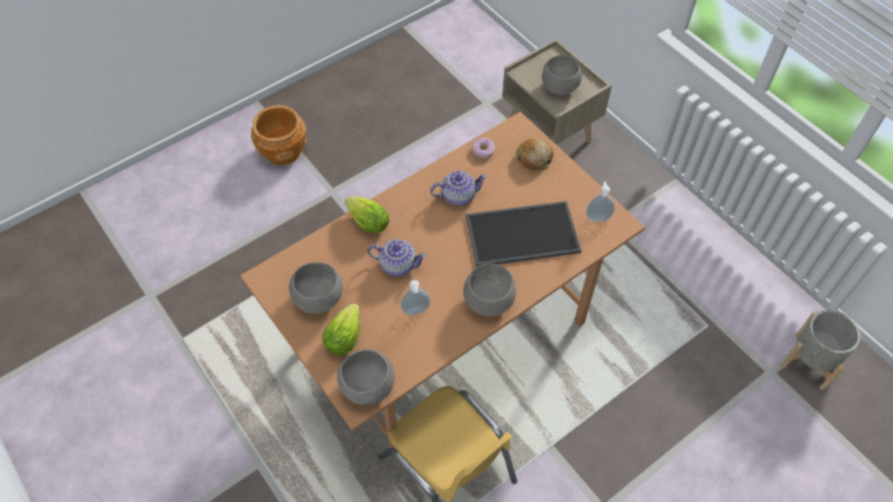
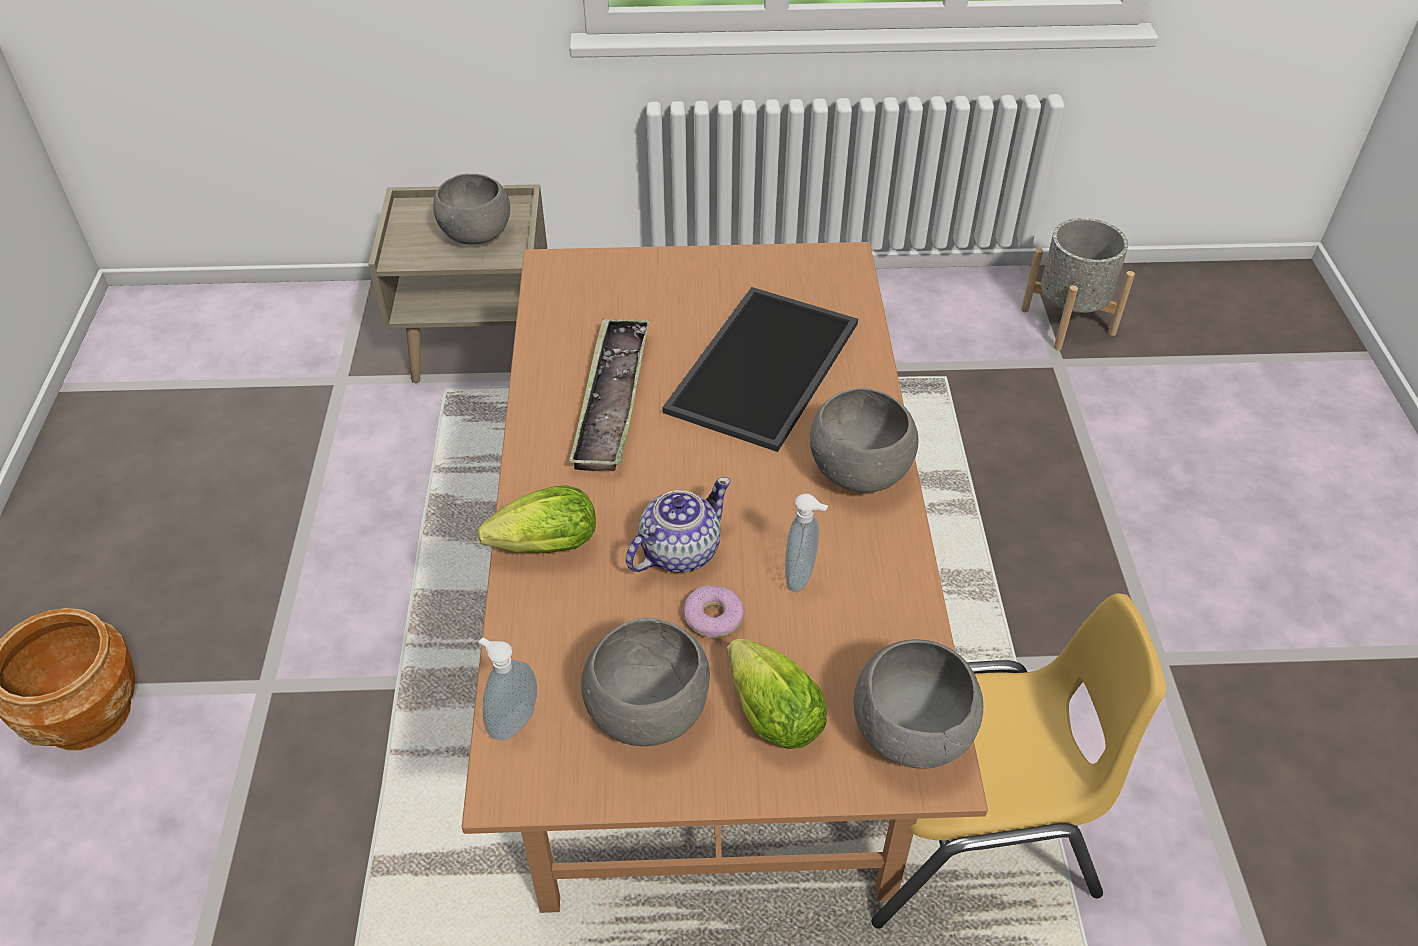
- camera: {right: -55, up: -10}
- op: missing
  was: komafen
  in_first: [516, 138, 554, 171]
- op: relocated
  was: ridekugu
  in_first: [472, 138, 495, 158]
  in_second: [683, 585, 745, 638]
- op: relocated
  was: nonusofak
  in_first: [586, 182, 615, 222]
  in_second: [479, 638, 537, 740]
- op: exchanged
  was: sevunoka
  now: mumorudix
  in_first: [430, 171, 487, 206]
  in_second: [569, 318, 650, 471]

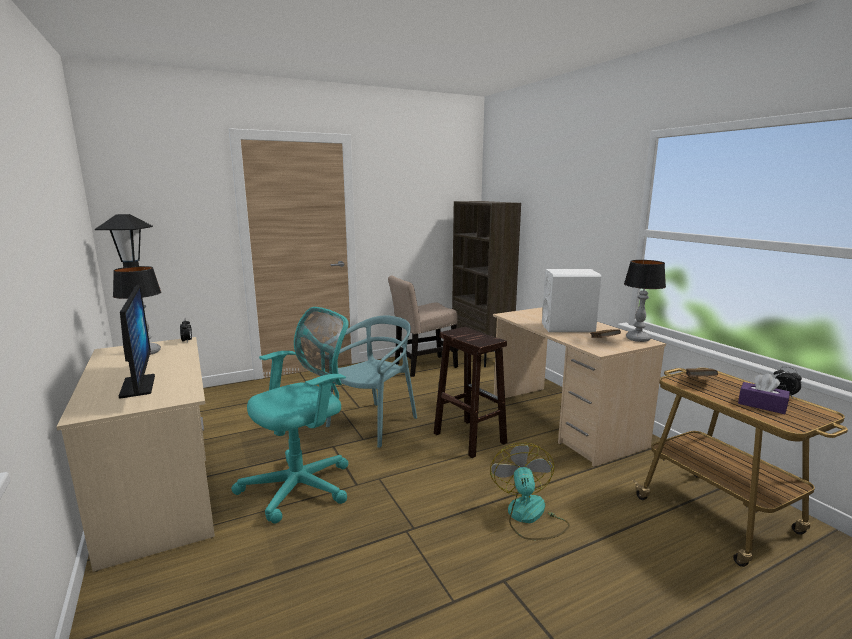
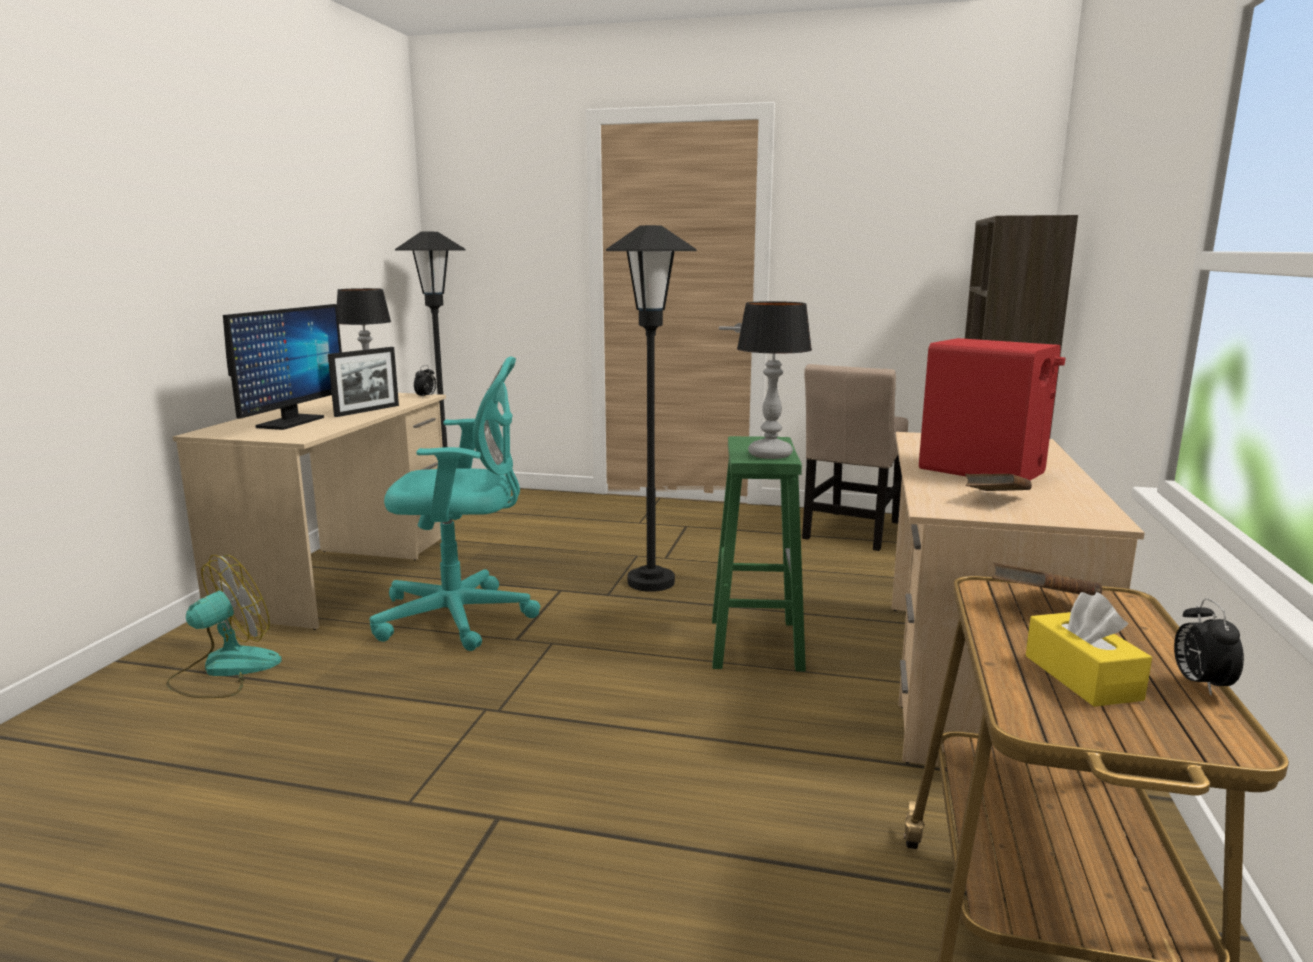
- camera: {right: 40, up: 0}
- op: appeared
  now: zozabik
  in_second: [328, 347, 399, 417]
- op: relocated
  was: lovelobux
  in_first: [490, 443, 570, 540]
  in_second: [166, 555, 282, 698]
- op: relocated
  was: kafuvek
  in_first: [624, 260, 666, 342]
  in_second: [737, 301, 812, 459]
- op: exchanged
  was: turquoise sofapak
  now: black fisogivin
  in_first: [320, 315, 417, 448]
  in_second: [606, 225, 696, 592]
- op: colour
  was: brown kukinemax
  now: green kukinemax
  in_first: [434, 327, 507, 458]
  in_second: [712, 436, 806, 671]
- op: colour
  was: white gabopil
  now: red gabopil
  in_first: [542, 269, 601, 332]
  in_second: [919, 338, 1066, 480]
- op: colour
  was: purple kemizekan
  now: yellow kemizekan
  in_first: [738, 374, 790, 414]
  in_second: [1026, 592, 1152, 707]
- op: spun
  was: beige sofapak
  in_first: [388, 275, 458, 377]
  in_second: [802, 364, 908, 551]
  clockwise: -75

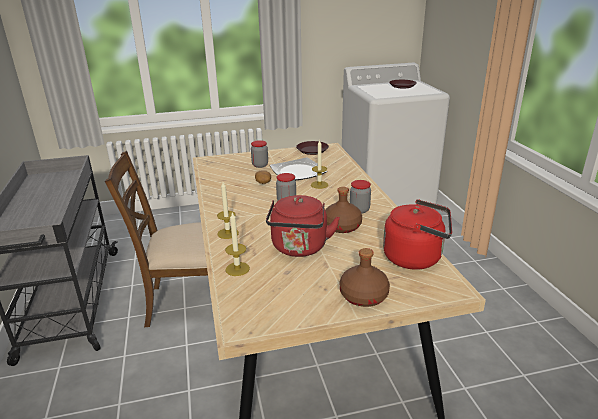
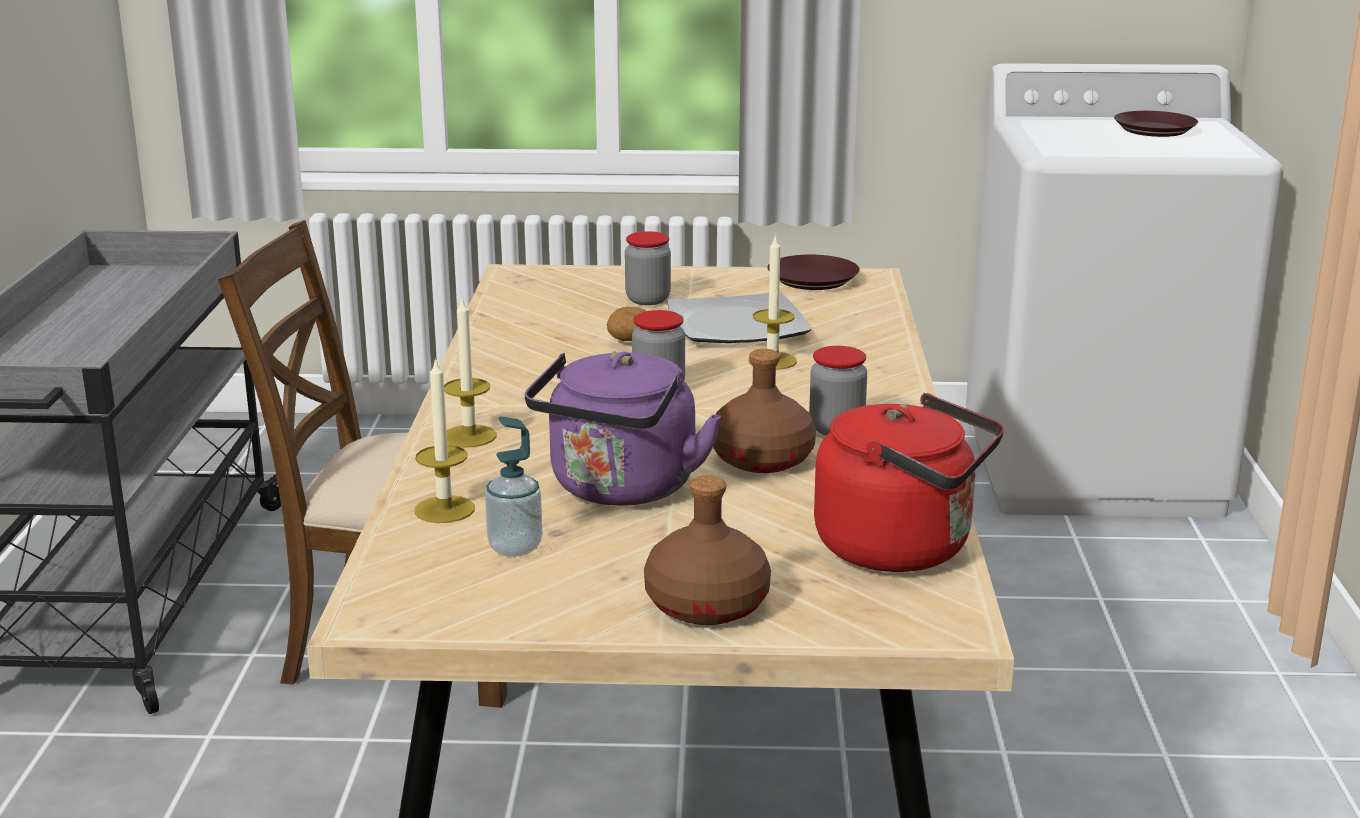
- camera: {right: 15, up: -5}
- op: appeared
  now: nonusofak
  in_second: [485, 416, 542, 557]
- op: colour
  was: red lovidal
  now: purple lovidal
  in_first: [266, 195, 340, 257]
  in_second: [525, 351, 722, 506]

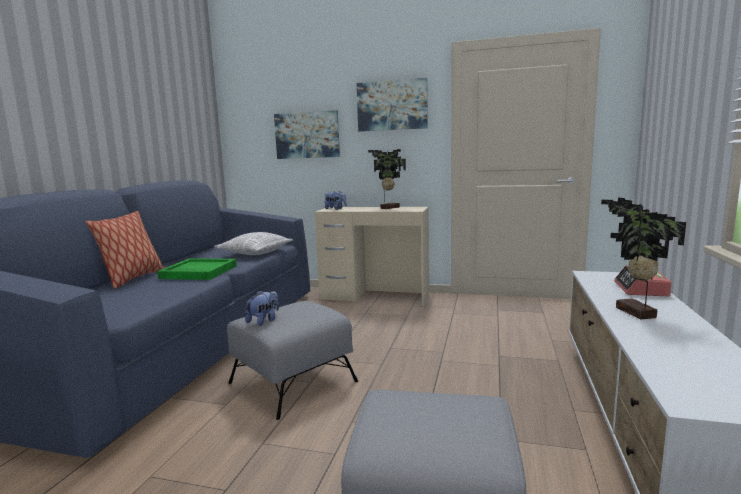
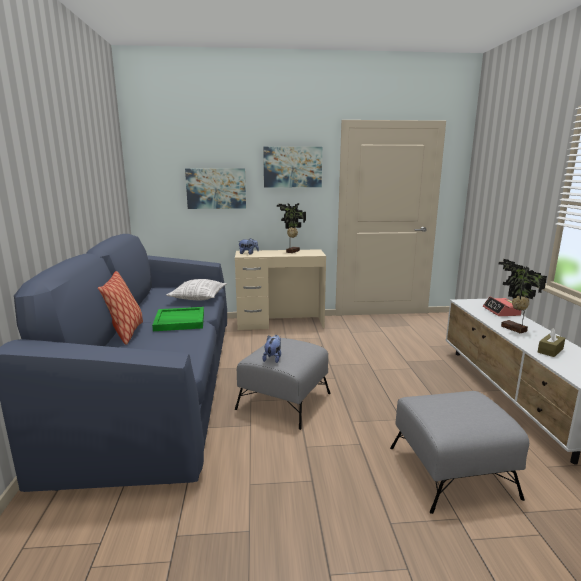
- camera: {right: -20, up: 5}
- op: appeared
  now: brown kemizekan
  in_second: [538, 328, 565, 357]

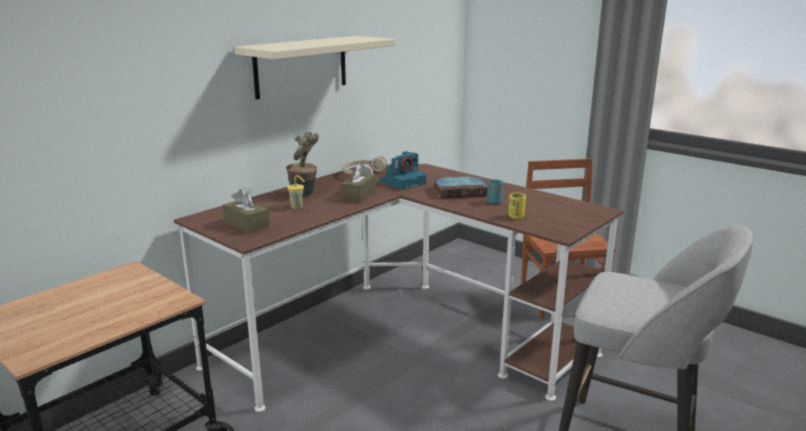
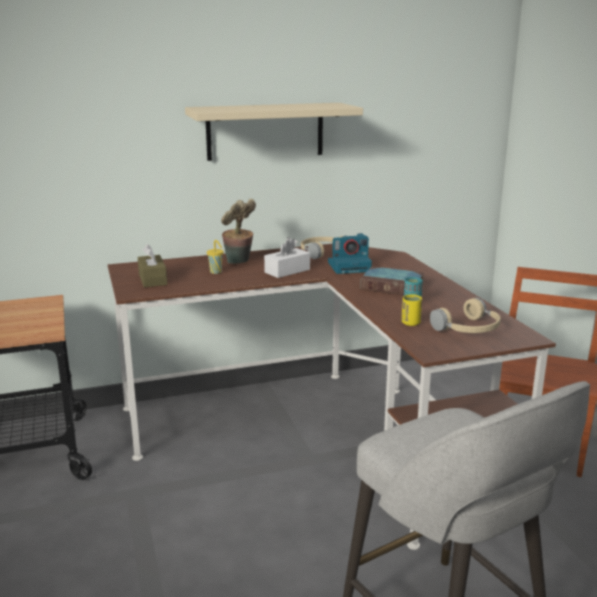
- camera: {right: 30, up: 0}
- op: appeared
  now: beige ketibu
  in_second: [430, 298, 501, 333]
- op: colour
  was: brown kemizekan
  now: white kemizekan
  in_first: [341, 163, 376, 202]
  in_second: [264, 237, 310, 278]

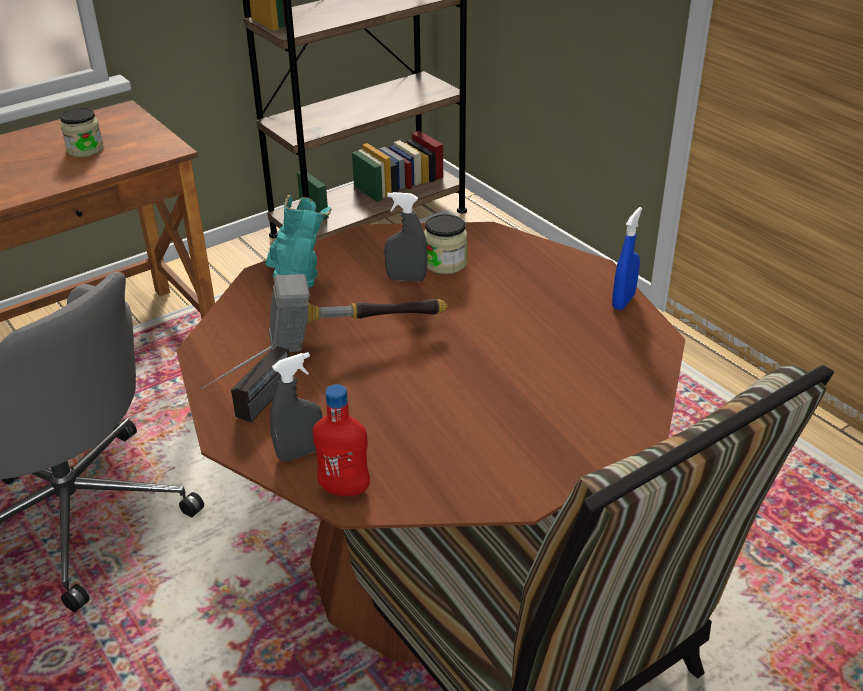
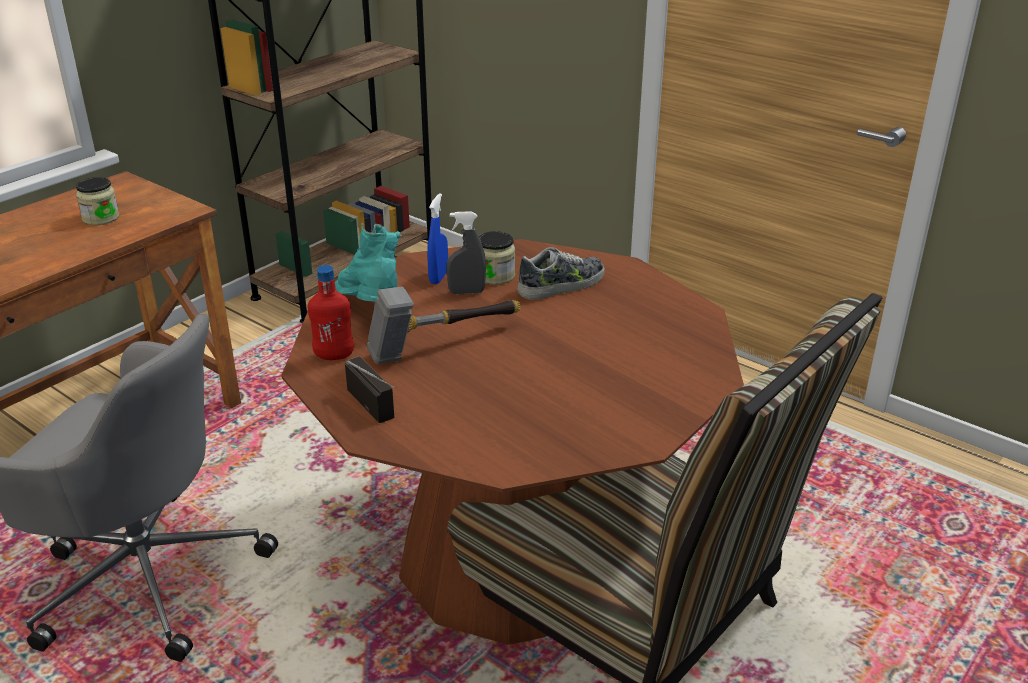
- camera: {right: -15, up: -5}
- op: missing
  was: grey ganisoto
  in_first: [270, 352, 323, 462]
- op: appeared
  now: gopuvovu
  in_second: [517, 247, 604, 300]
- op: relocated
  was: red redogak
  in_first: [313, 384, 370, 496]
  in_second: [308, 265, 354, 360]
- op: relocated
  was: blue ganisoto
  in_first: [612, 207, 642, 310]
  in_second: [427, 193, 448, 284]
- op: spun
  was: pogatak
  in_first: [202, 345, 289, 422]
  in_second: [345, 356, 396, 423]
  clockwise: -45

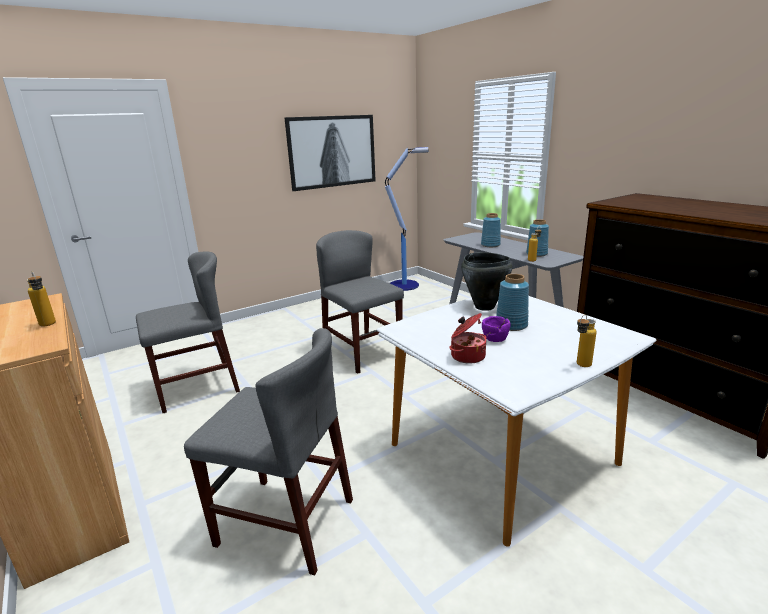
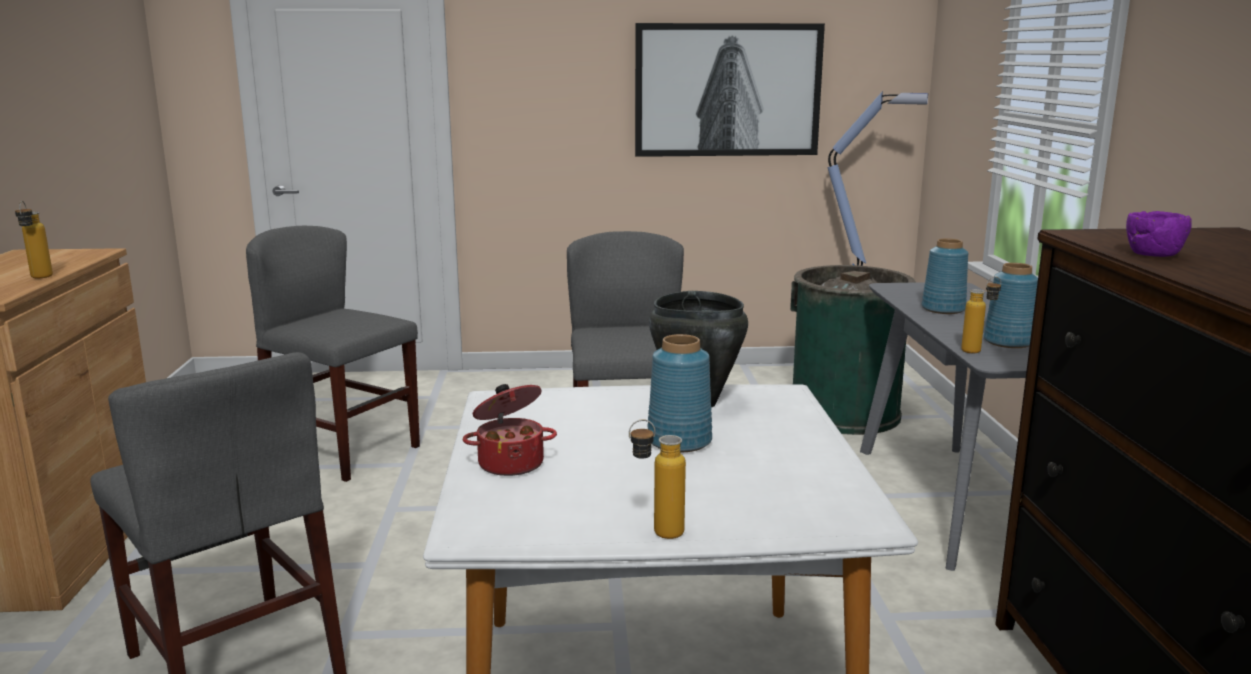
- camera: {right: 30, up: -5}
- op: appeared
  now: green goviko
  in_second: [790, 265, 916, 435]
- op: relocated
  was: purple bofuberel
  in_first: [482, 316, 511, 342]
  in_second: [1126, 211, 1192, 257]
- op: spun
  was: grey sofapak
  in_first: [136, 251, 240, 413]
  in_second: [246, 226, 420, 482]
  clockwise: -150

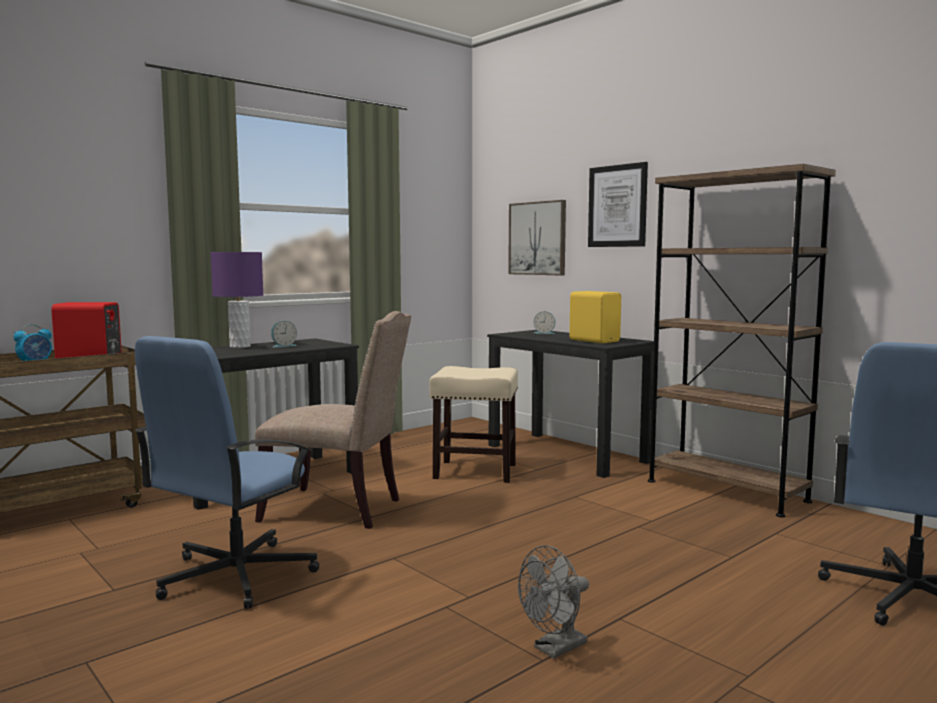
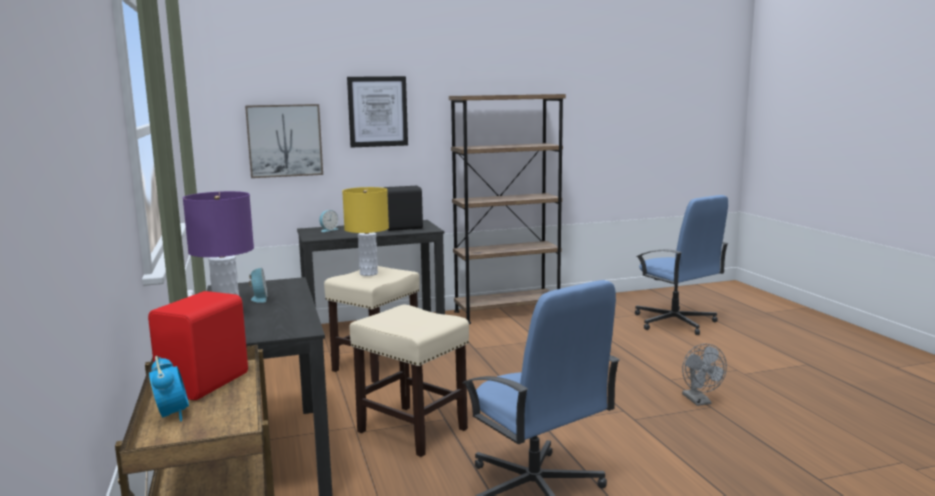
- camera: {right: -65, up: 5}
- op: appeared
  now: yellow kafuvek
  in_second: [342, 187, 389, 276]
- op: exchanged
  was: beige sofapak
  now: beige kukinemax
  in_first: [255, 311, 411, 529]
  in_second: [349, 305, 469, 457]
- op: colour
  was: yellow gabopil
  now: black gabopil
  in_first: [569, 291, 621, 343]
  in_second: [384, 186, 423, 231]

